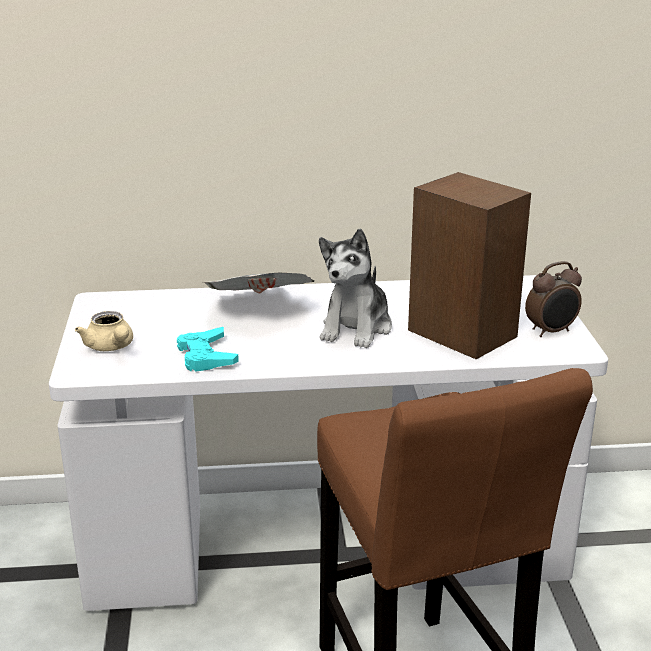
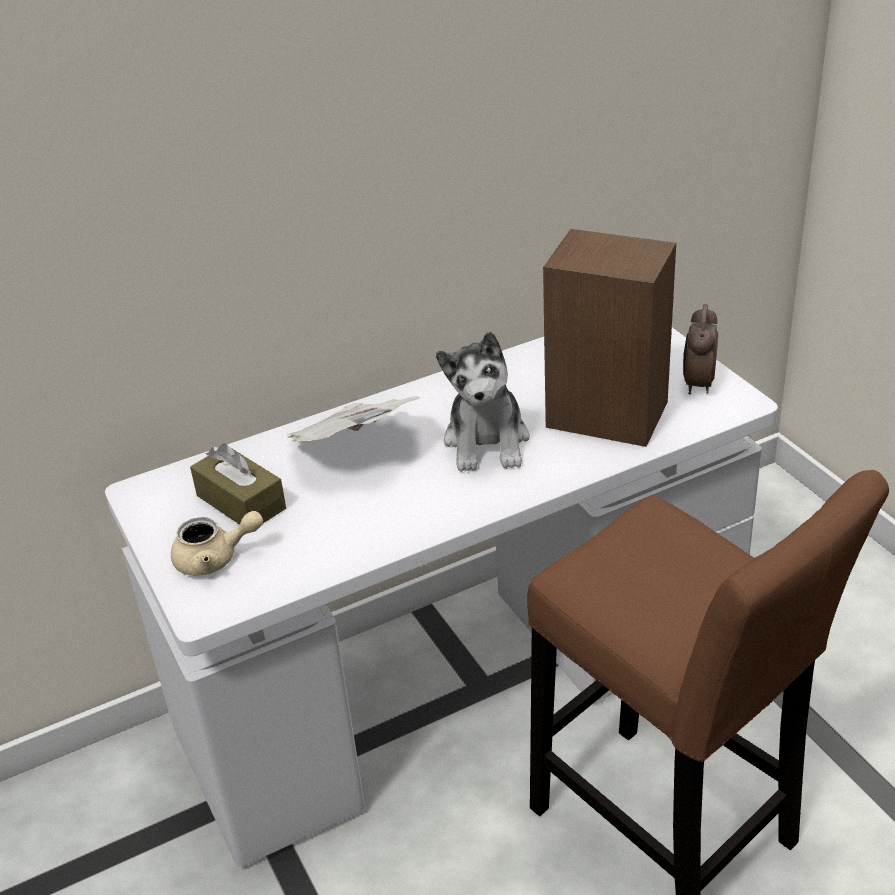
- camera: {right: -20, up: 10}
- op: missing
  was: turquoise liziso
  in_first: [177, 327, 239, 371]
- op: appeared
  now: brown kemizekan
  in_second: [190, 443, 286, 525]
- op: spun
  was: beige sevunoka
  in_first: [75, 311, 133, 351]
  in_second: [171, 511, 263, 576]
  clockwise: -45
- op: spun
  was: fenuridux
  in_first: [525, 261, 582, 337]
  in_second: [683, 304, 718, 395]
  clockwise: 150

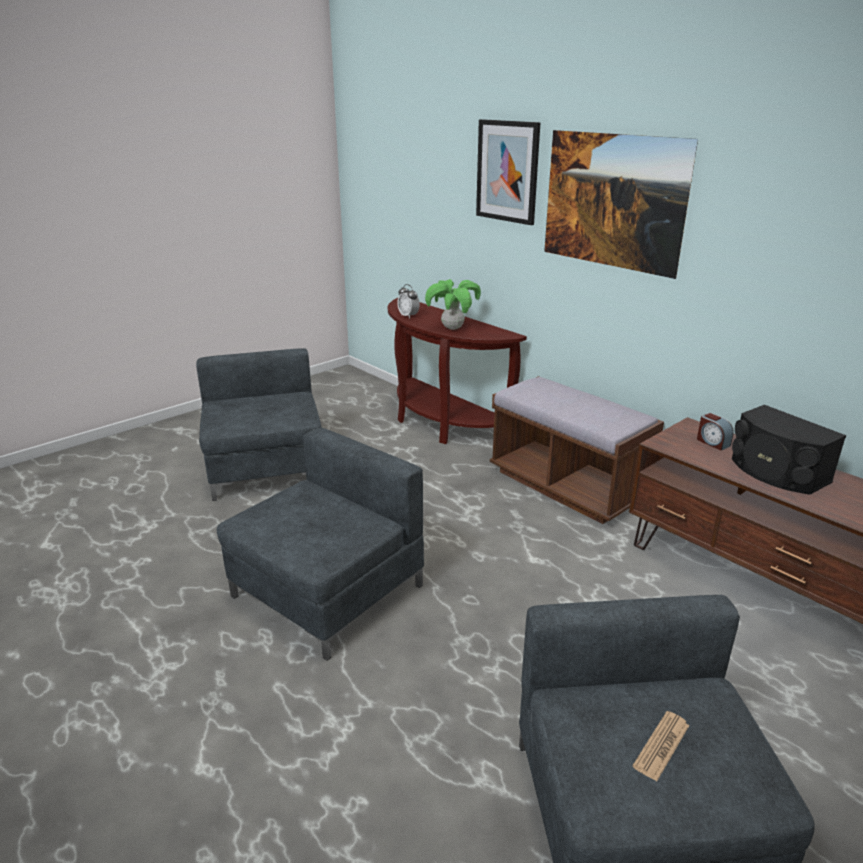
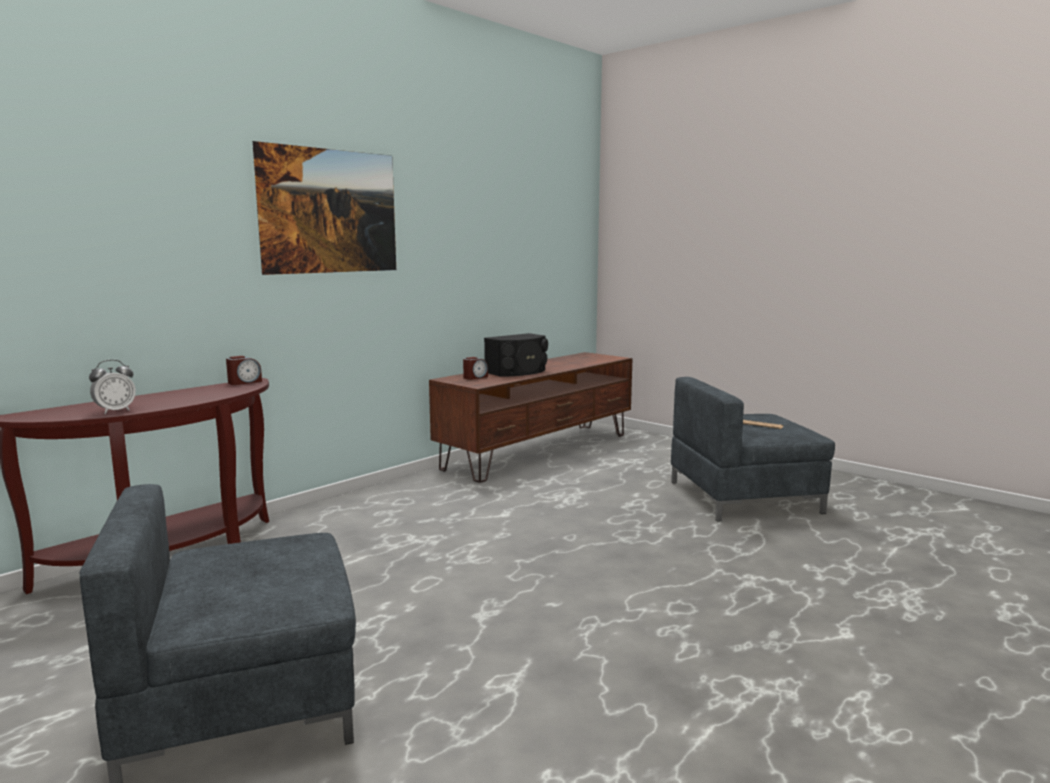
- camera: {right: -95, up: -15}
- op: missing
  was: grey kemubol
  in_first: [217, 428, 424, 661]
- op: missing
  was: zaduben
  in_first: [425, 279, 481, 330]
- op: missing
  was: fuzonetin
  in_first: [476, 119, 540, 225]
- op: missing
  was: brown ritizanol
  in_first: [490, 376, 664, 524]
- op: appeared
  now: fenuridux
  in_second: [226, 356, 262, 385]

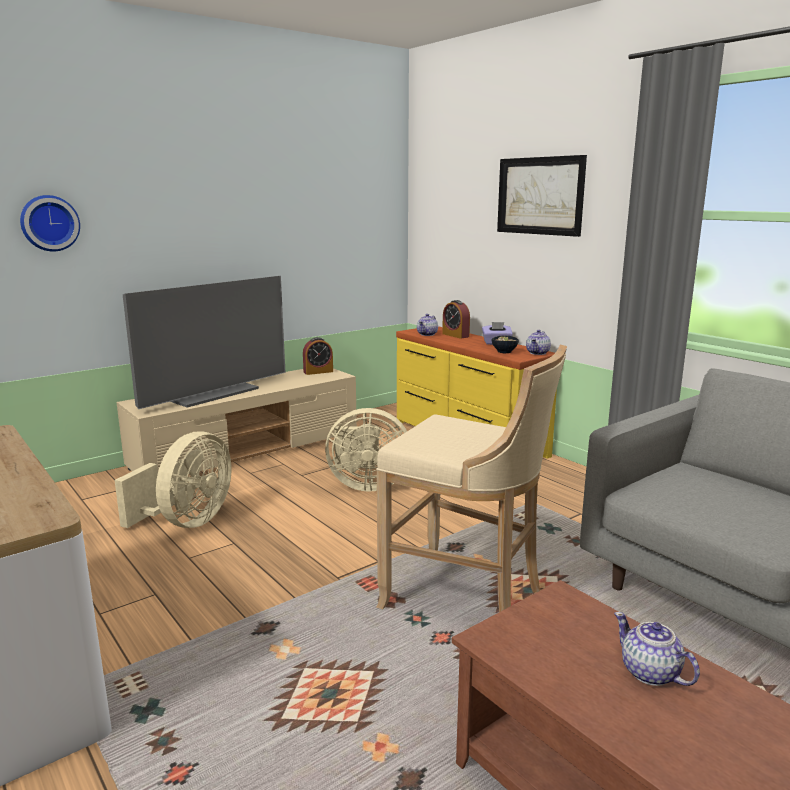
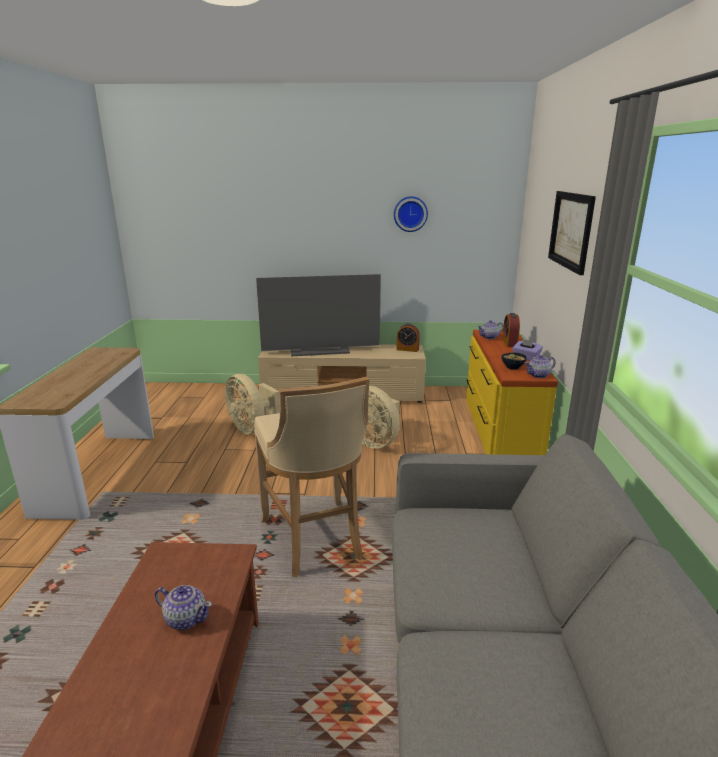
- camera: {right: 40, up: 5}
- op: relocated
  was: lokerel
  in_first: [20, 195, 80, 252]
  in_second: [394, 196, 428, 232]
- op: spun
  was: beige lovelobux
  in_first: [115, 431, 232, 528]
  in_second: [225, 374, 280, 434]
  clockwise: 75
- op: spun
  was: sevunoka
  in_first: [614, 612, 700, 686]
  in_second: [155, 585, 212, 630]
  clockwise: 105

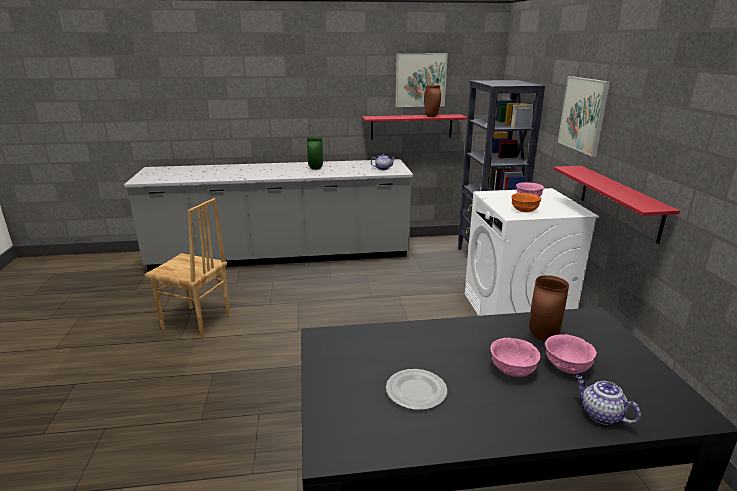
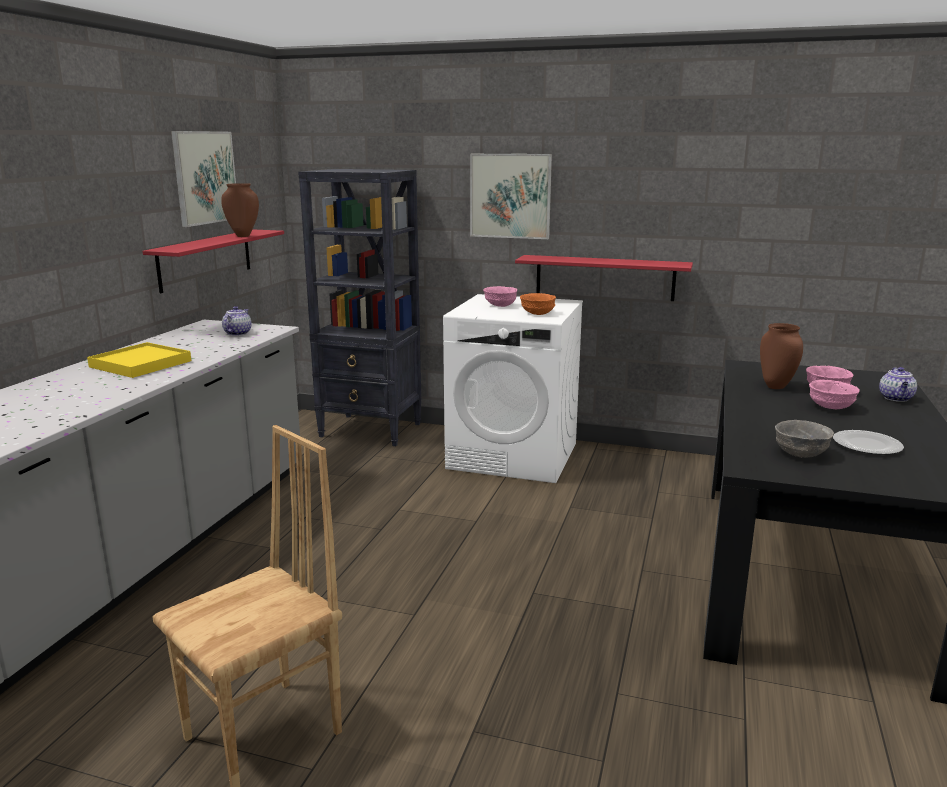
- camera: {right: -65, up: -5}
- op: appeared
  now: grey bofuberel
  in_second: [775, 420, 834, 458]
- op: exchanged
  was: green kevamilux
  now: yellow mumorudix
  in_first: [307, 137, 323, 170]
  in_second: [87, 342, 191, 378]
- op: spun
  was: sevunoka
  in_first: [576, 375, 641, 425]
  in_second: [879, 367, 917, 402]
  clockwise: -60

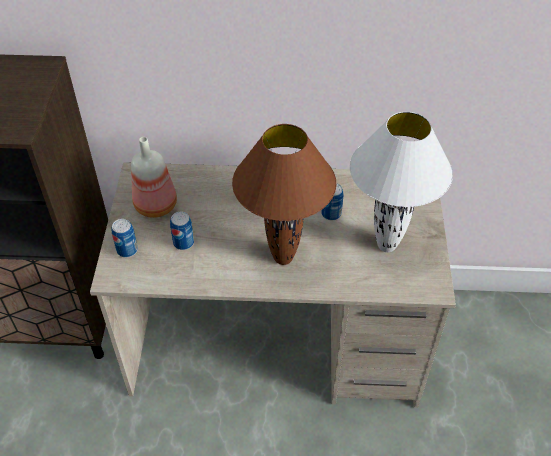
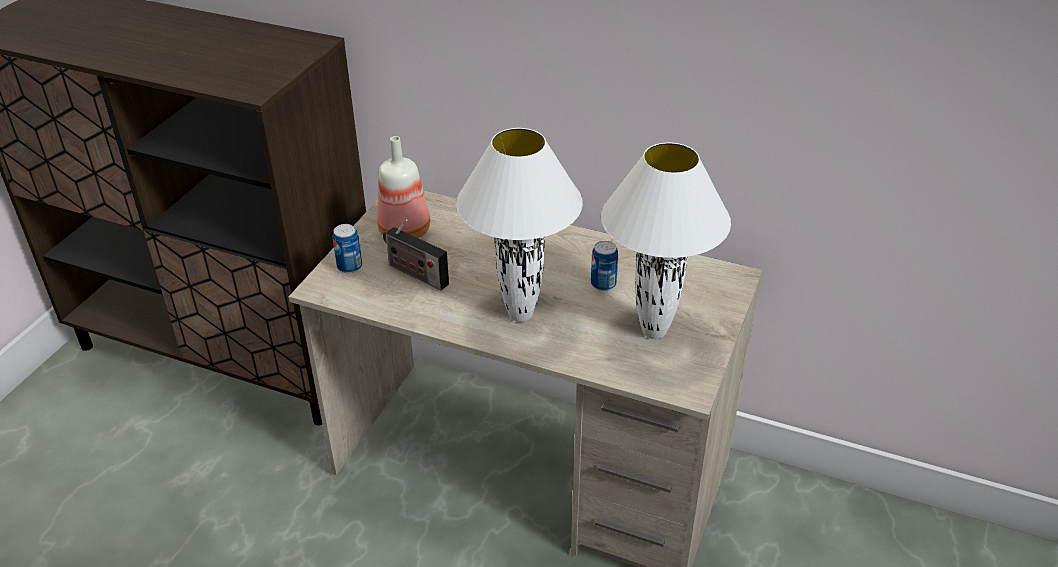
- camera: {right: 20, up: -10}
- op: exchanged
  was: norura
  now: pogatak
  in_first: [170, 212, 194, 250]
  in_second: [383, 219, 449, 290]
- op: colour
  was: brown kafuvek
  now: white kafuvek
  in_first: [232, 124, 337, 265]
  in_second: [456, 128, 583, 322]

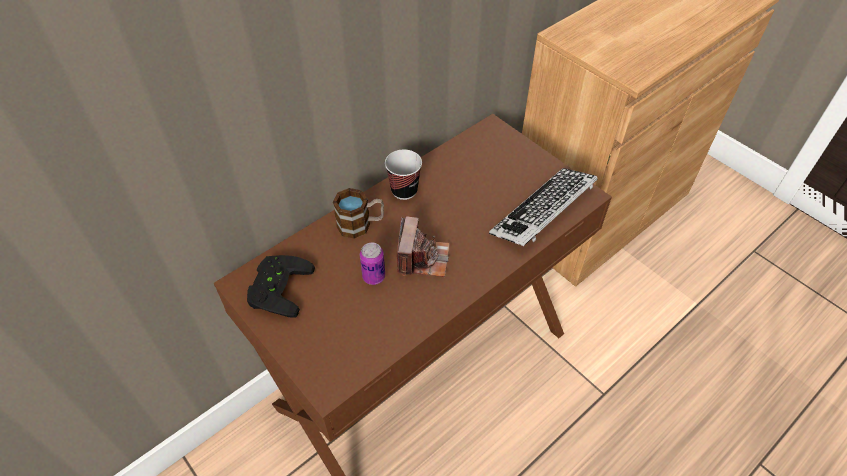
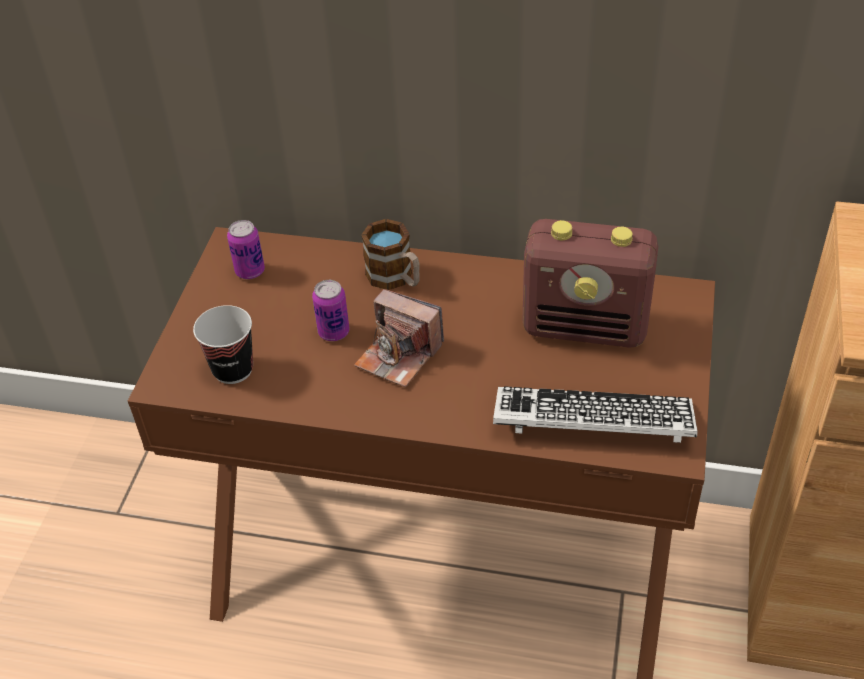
- camera: {right: 55, up: -5}
- op: appeared
  now: pogatak
  in_second: [523, 219, 658, 348]
- op: relocated
  was: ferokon
  in_first: [385, 149, 422, 200]
  in_second: [193, 305, 253, 384]
- op: exchanged
  was: black liziso
  now: norura
  in_first: [247, 255, 315, 318]
  in_second: [227, 220, 265, 279]
- op: spun
  was: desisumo
  in_first: [397, 216, 450, 277]
  in_second: [354, 289, 444, 387]
  clockwise: 60

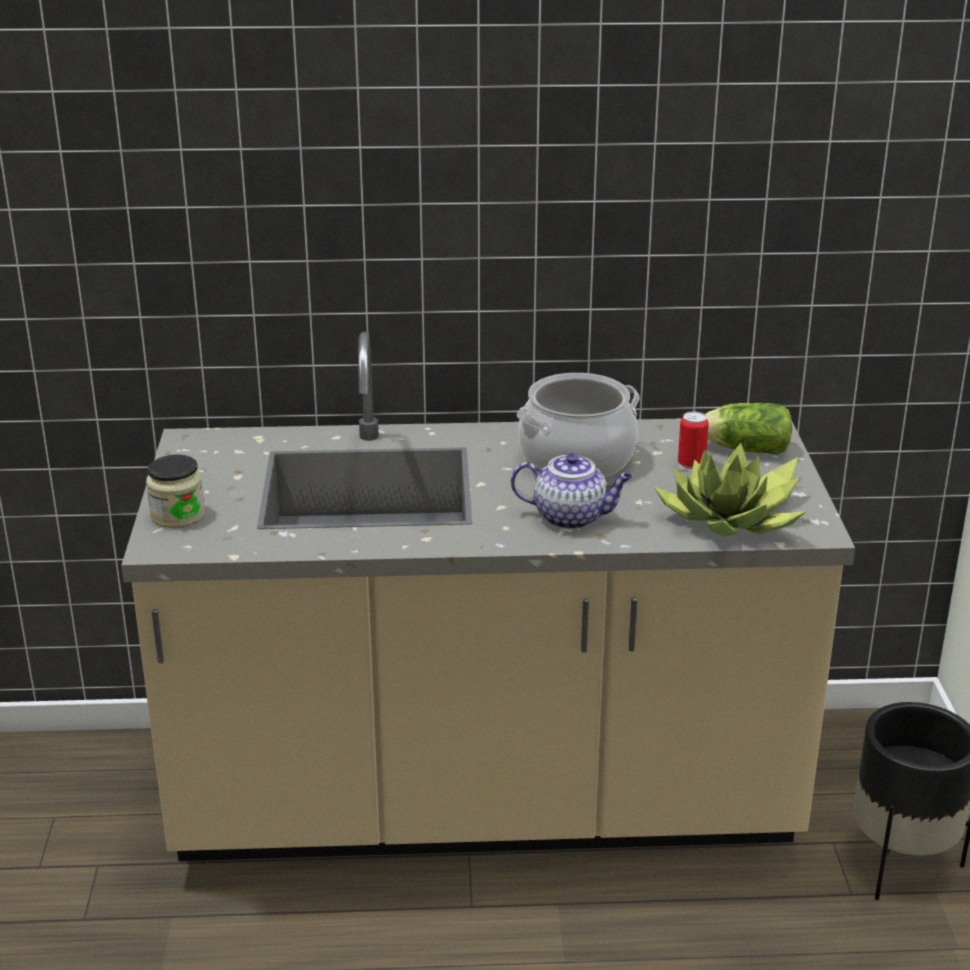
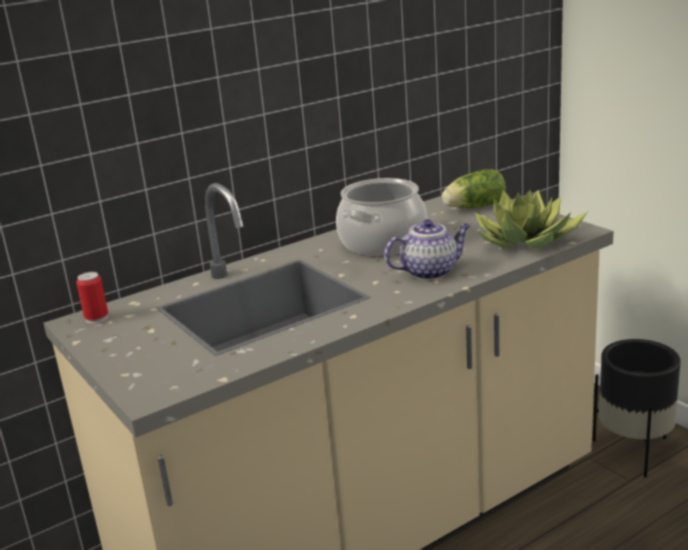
- camera: {right: -30, up: -5}
- op: missing
  was: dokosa
  in_first: [146, 454, 205, 528]
- op: relocated
  was: norura
  in_first: [678, 412, 709, 471]
  in_second: [76, 272, 108, 324]

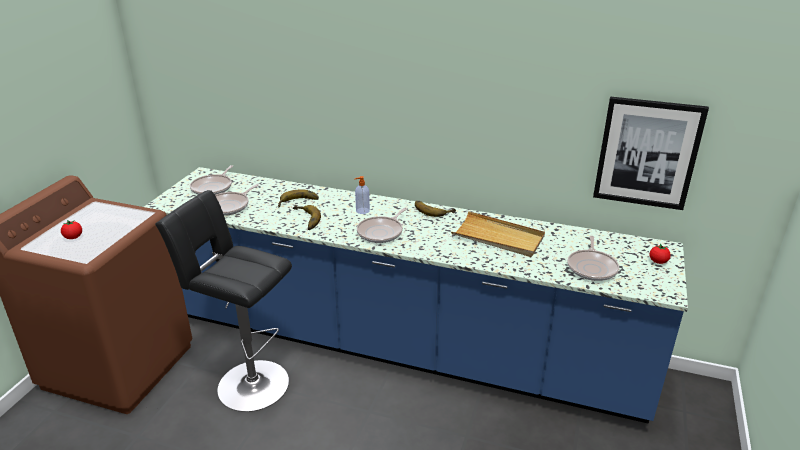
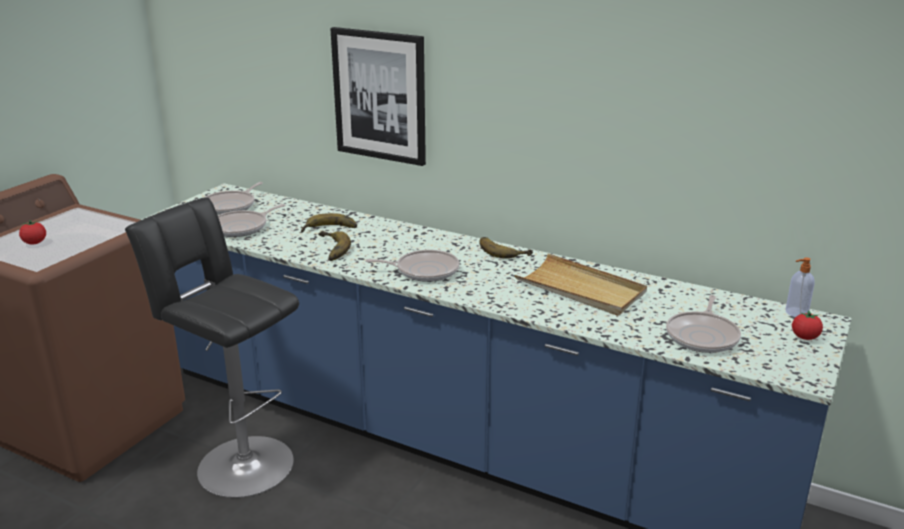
- camera: {right: 10, up: -5}
- op: relocated
  was: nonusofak
  in_first: [354, 176, 370, 214]
  in_second: [785, 257, 815, 317]
- op: relocated
  was: fuzonetin
  in_first: [593, 97, 709, 210]
  in_second: [330, 27, 426, 166]
- op: spun
  was: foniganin
  in_first: [357, 208, 407, 243]
  in_second: [365, 250, 459, 282]
  clockwise: -135

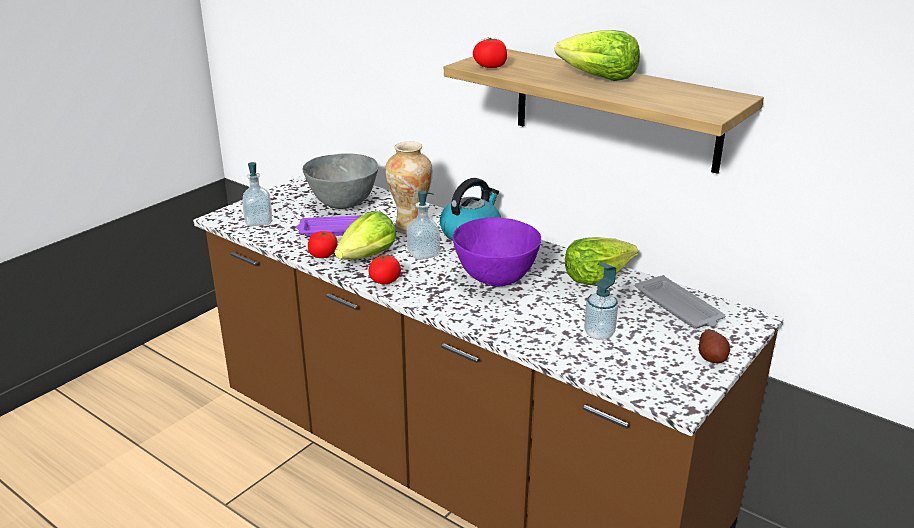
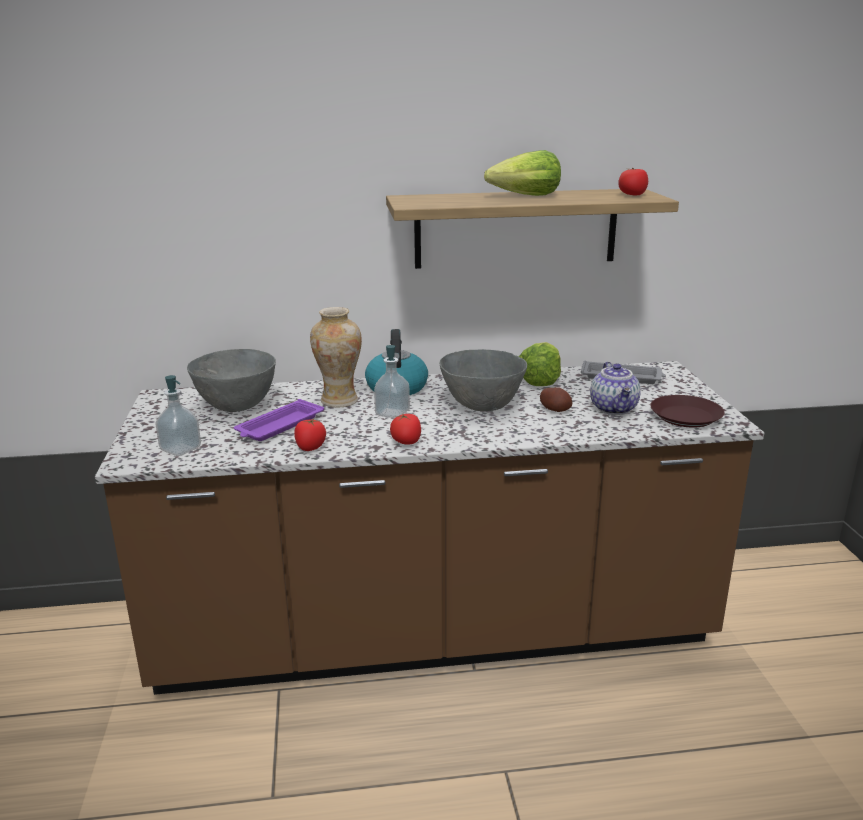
- camera: {right: -45, up: -5}
- op: missing
  was: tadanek
  in_first: [335, 211, 396, 260]
- op: appeared
  now: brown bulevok
  in_second: [650, 395, 725, 427]
- op: relocated
  was: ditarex
  in_first: [473, 38, 507, 68]
  in_second: [618, 168, 648, 196]
- op: relocated
  was: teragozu
  in_first: [699, 330, 730, 363]
  in_second: [540, 387, 572, 412]
- op: exchanged
  was: nonusofak
  now: sevunoka
  in_first: [584, 263, 618, 340]
  in_second: [590, 362, 641, 415]
- op: colour
  was: purple bofuberel
  now: grey bofuberel
  in_first: [452, 217, 541, 286]
  in_second: [440, 349, 527, 411]

